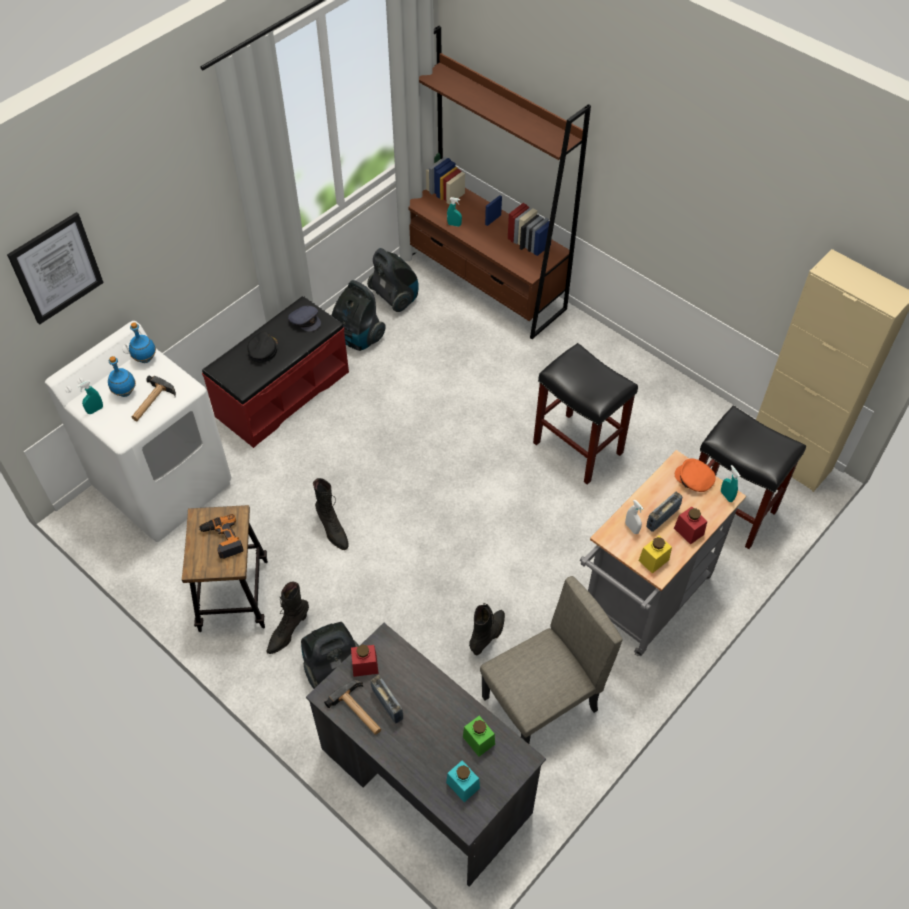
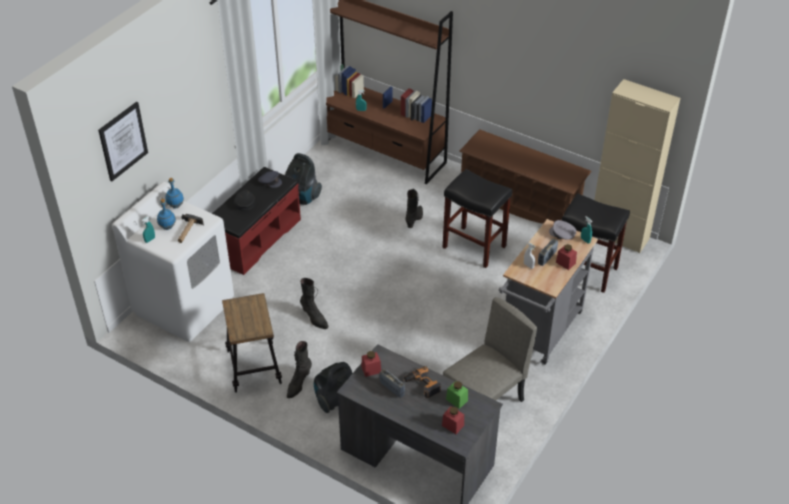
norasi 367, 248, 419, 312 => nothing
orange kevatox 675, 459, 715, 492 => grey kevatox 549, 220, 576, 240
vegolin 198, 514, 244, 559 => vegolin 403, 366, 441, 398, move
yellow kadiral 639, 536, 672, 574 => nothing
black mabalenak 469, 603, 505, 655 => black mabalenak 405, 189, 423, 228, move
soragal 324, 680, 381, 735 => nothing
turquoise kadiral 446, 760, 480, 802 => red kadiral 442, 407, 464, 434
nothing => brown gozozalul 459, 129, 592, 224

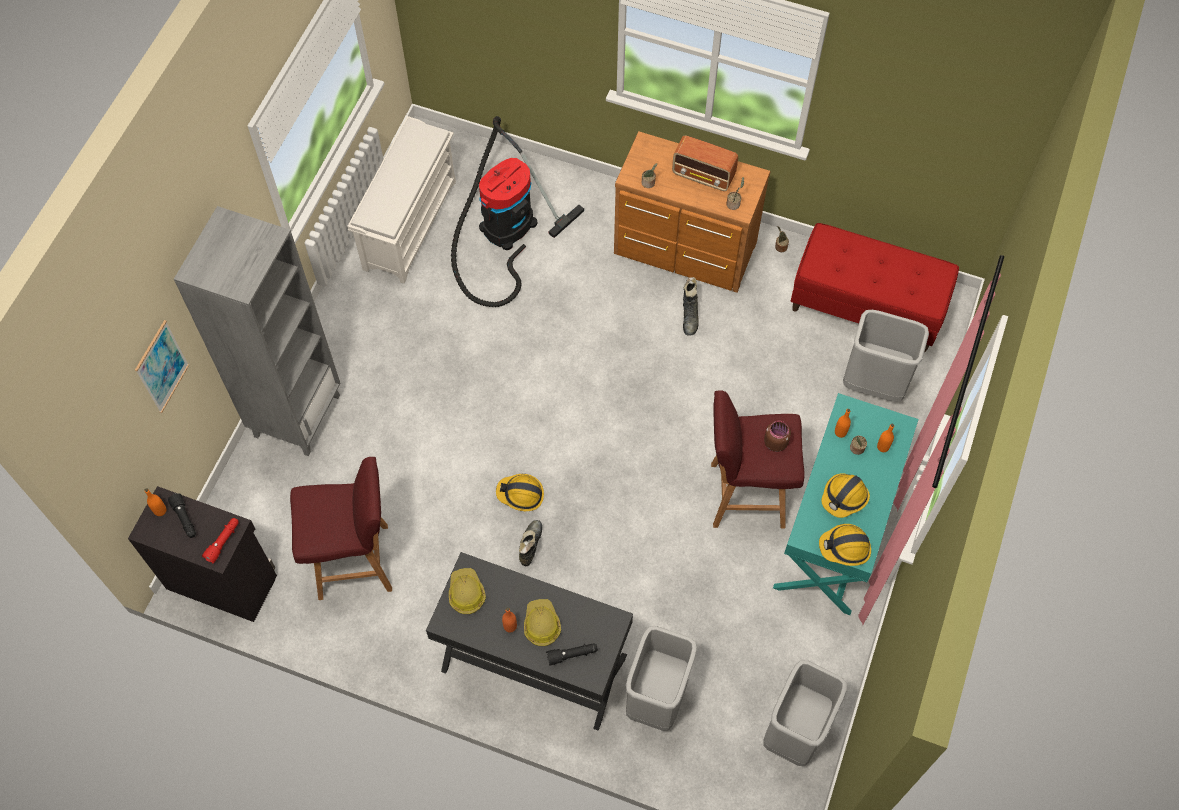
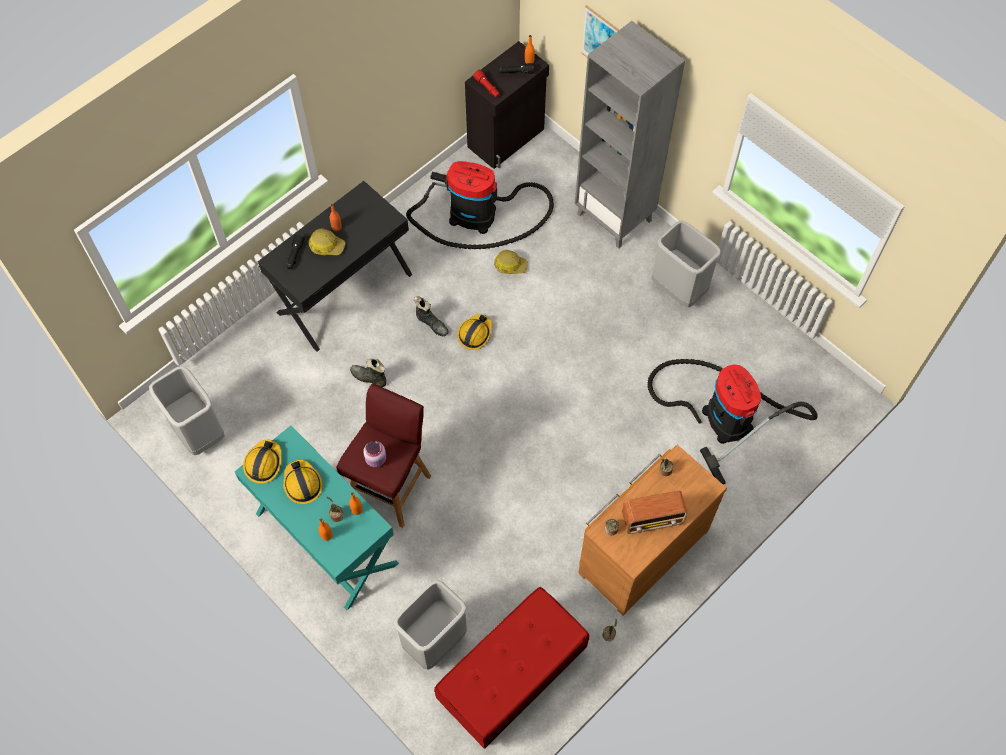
white gozozalul 347, 116, 456, 284 => nothing
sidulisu 672, 135, 738, 191 => sidulisu 622, 491, 687, 534, 150 degrees counterclockwise
black mabalenak 683, 277, 699, 336 => black mabalenak 350, 358, 386, 387, move
brown kadiral 764, 421, 791, 452 => pink kadiral 363, 441, 386, 468
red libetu 290, 457, 392, 600 => norasi 406, 161, 554, 249
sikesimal 449, 568, 486, 614 => sikesimal 494, 250, 528, 274, move
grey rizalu 626, 626, 697, 731 => grey rizalu 651, 220, 721, 308, move

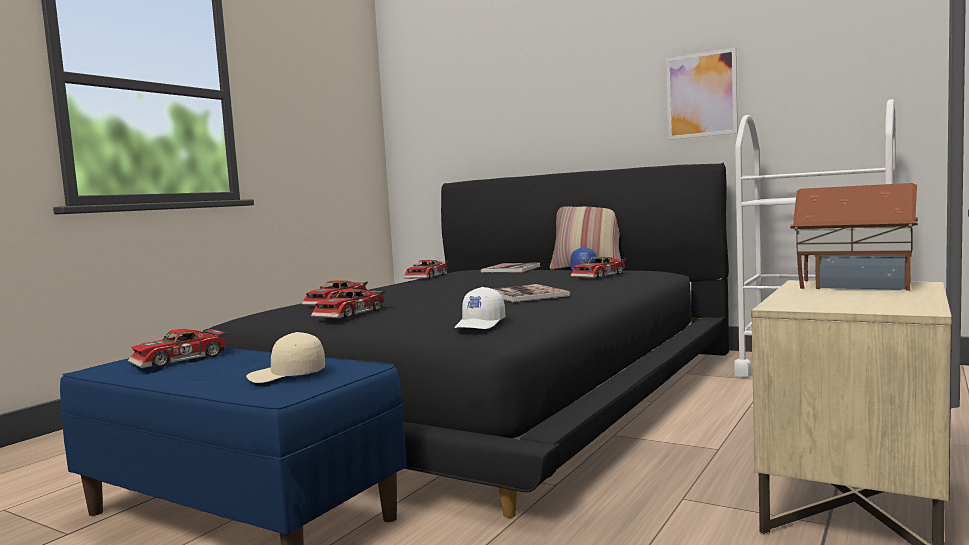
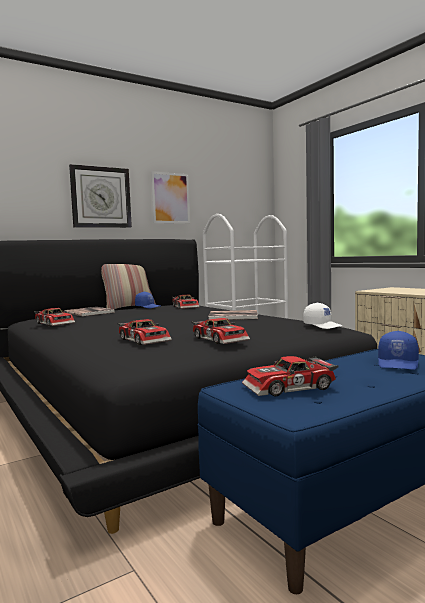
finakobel 790, 183, 918, 291 => nothing
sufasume 128, 328, 228, 368 => sufasume 242, 356, 339, 396, 90 degrees clockwise
beige kevatox 246, 332, 325, 383 => blue kevatox 378, 331, 419, 370
nothing => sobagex 69, 164, 132, 228

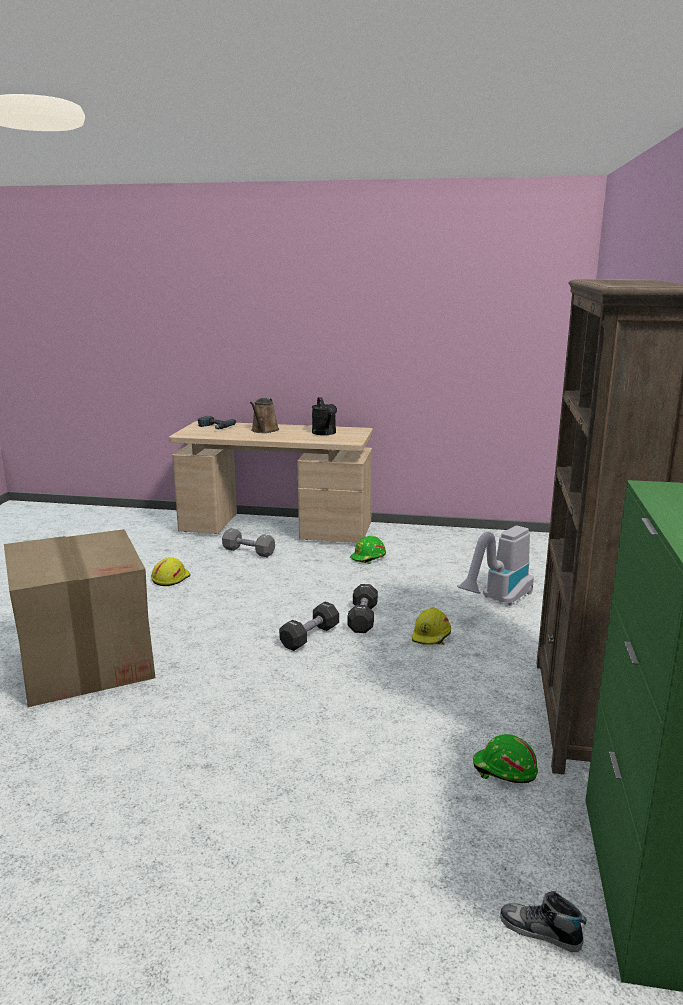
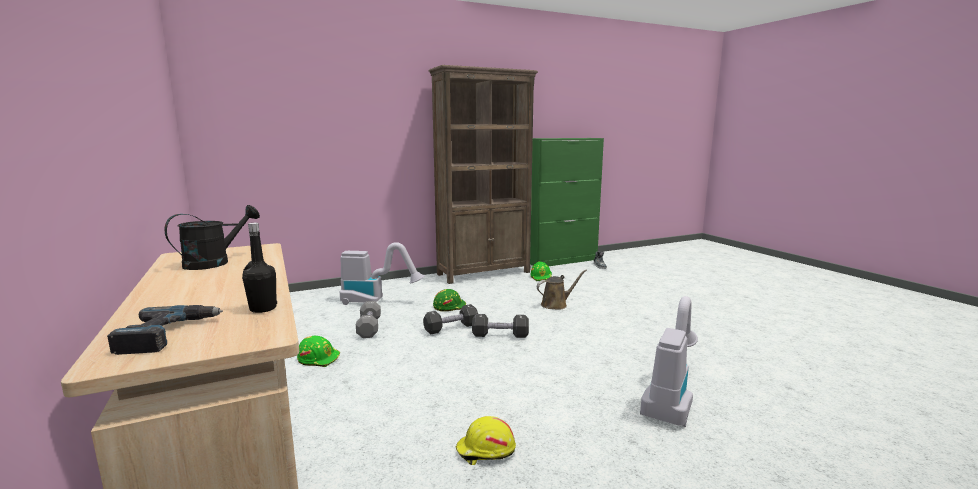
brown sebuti 250, 398, 279, 433 => brown sebuti 537, 270, 587, 310, move
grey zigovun 222, 528, 275, 557 => grey zigovun 356, 301, 381, 338, move
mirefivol 4, 529, 156, 707 => norasi 640, 296, 698, 427
yellow sikesimal 412, 608, 451, 645 => green sikesimal 433, 289, 466, 311
nothing => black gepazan 242, 223, 277, 313

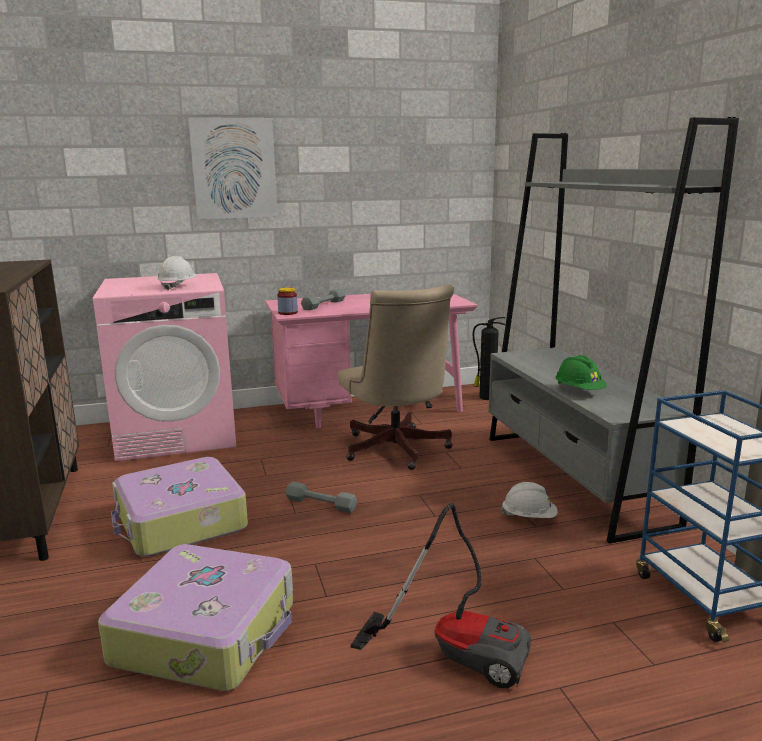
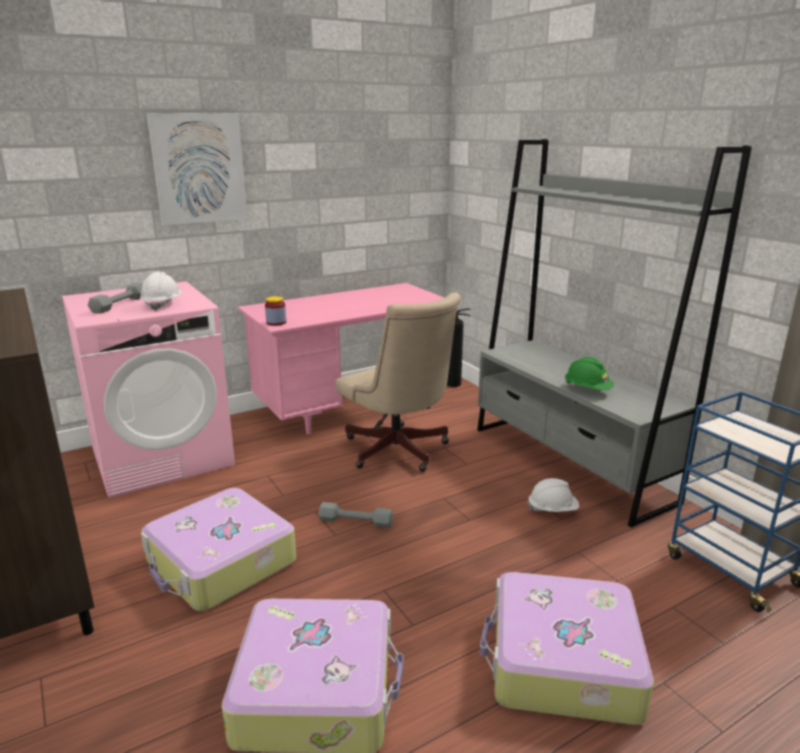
grey zigovun 301, 289, 346, 310 => grey zigovun 88, 283, 143, 314, move
norasi 350, 503, 531, 688 => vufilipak 480, 572, 654, 725

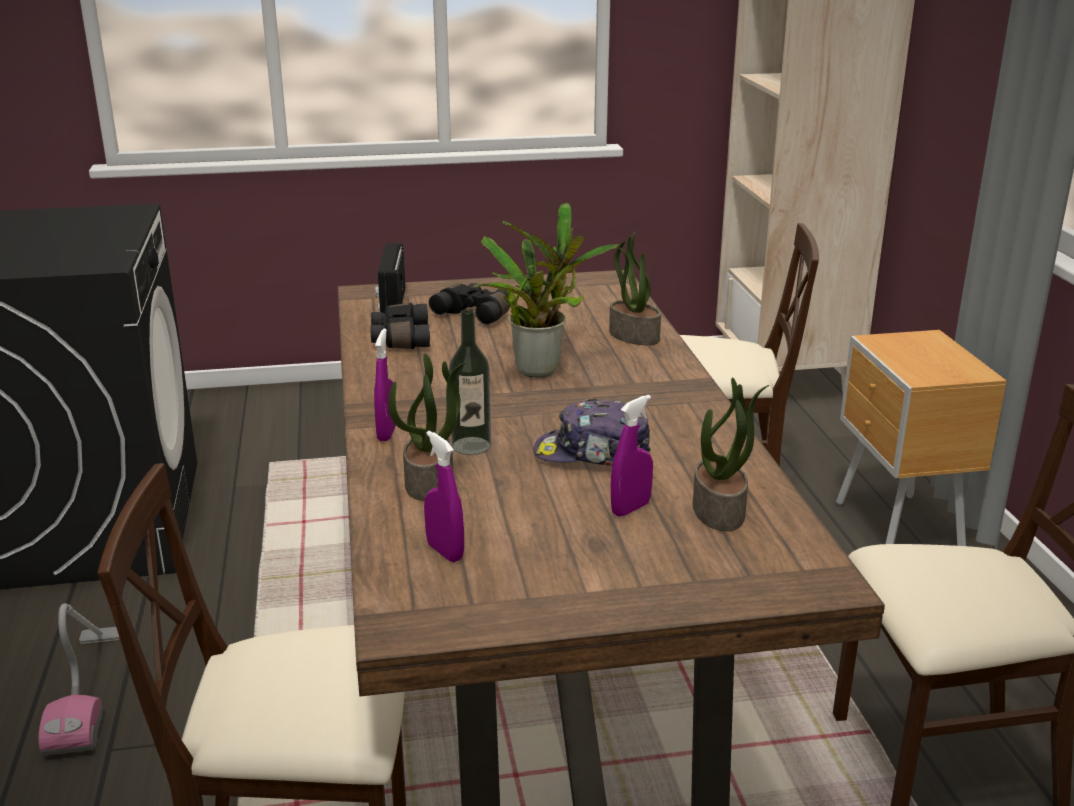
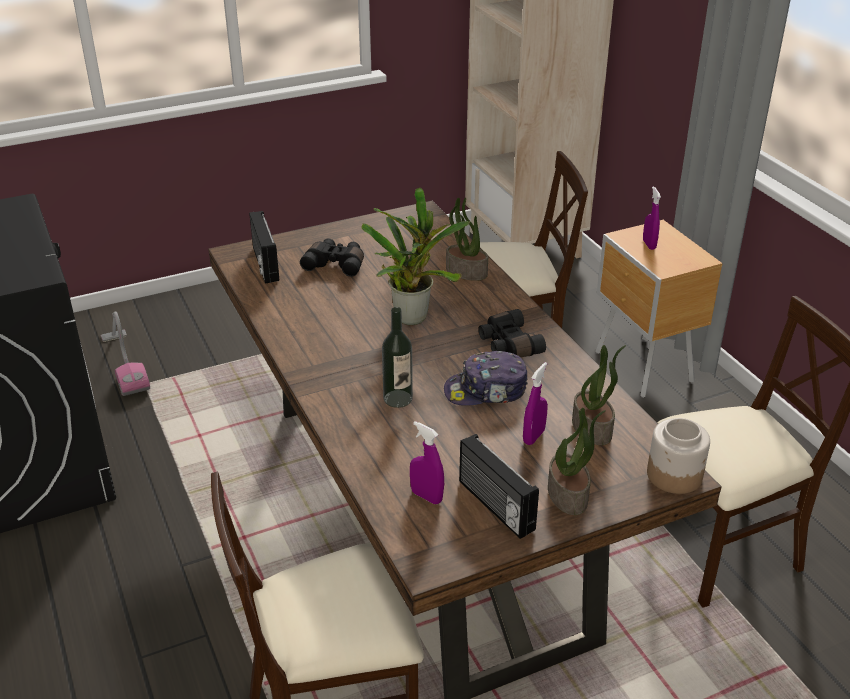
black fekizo 370, 303, 430, 349 => black fekizo 478, 309, 546, 357, move
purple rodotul 374, 329, 396, 441 => purple rodotul 643, 186, 661, 250, move
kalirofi 388, 353, 465, 501 => kalirofi 548, 408, 606, 515, move
norasi 38, 604, 120, 756 => norasi 101, 311, 150, 396, move
nothing => kadiral 647, 418, 710, 494
nothing => sidulisu 459, 434, 539, 539

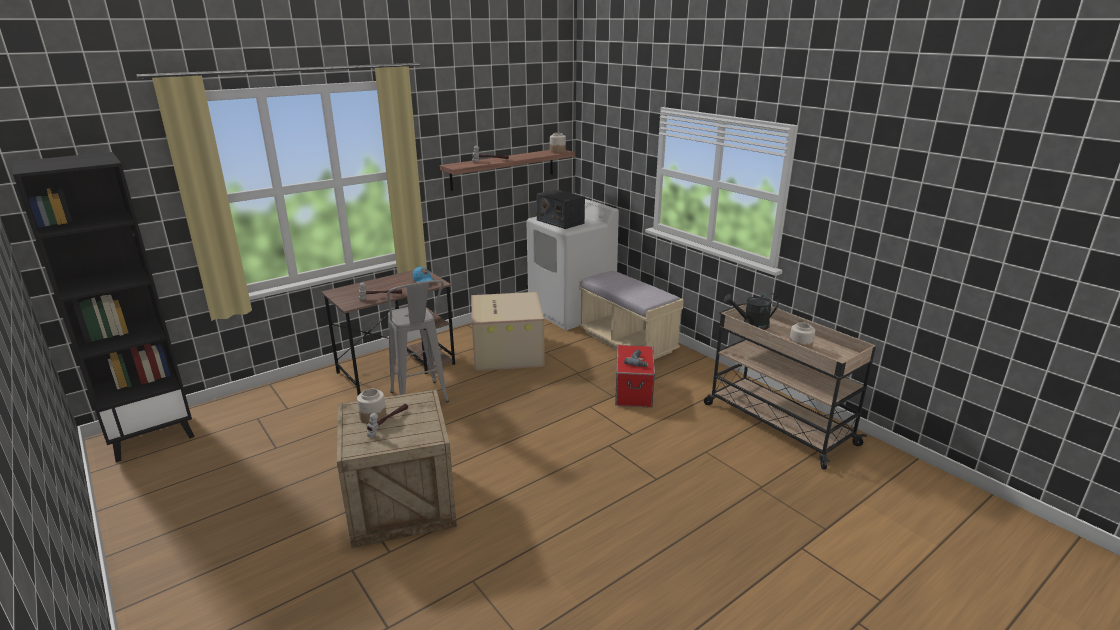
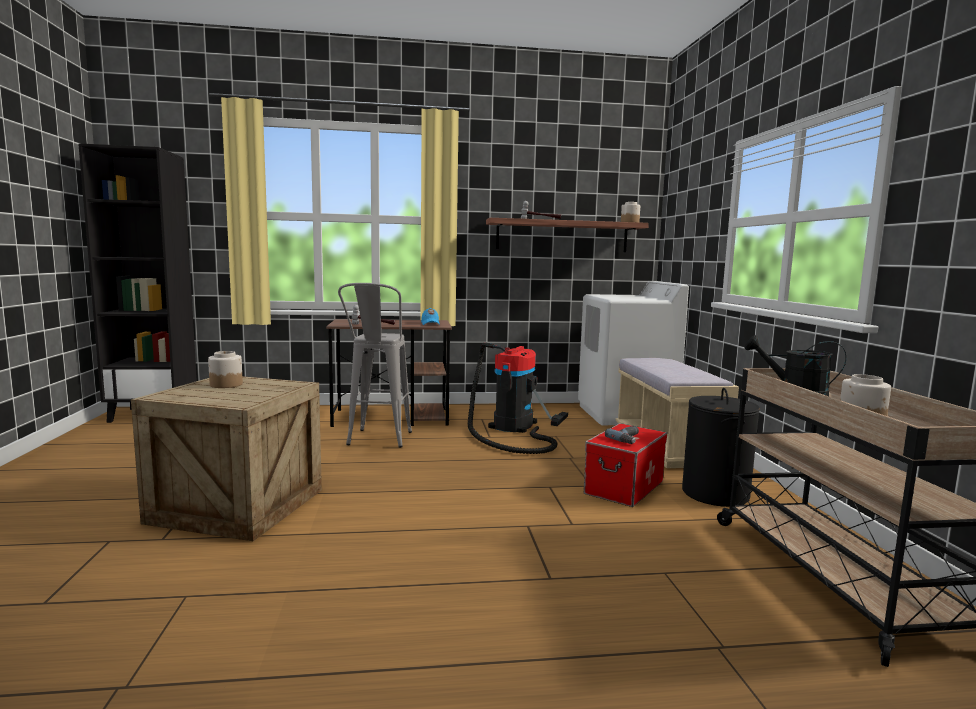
sidulisu 536, 189, 585, 229 => nothing
mirefivol 471, 292, 545, 371 => norasi 468, 343, 568, 454
soragal 367, 404, 408, 438 => nothing
nothing => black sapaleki 682, 388, 760, 507

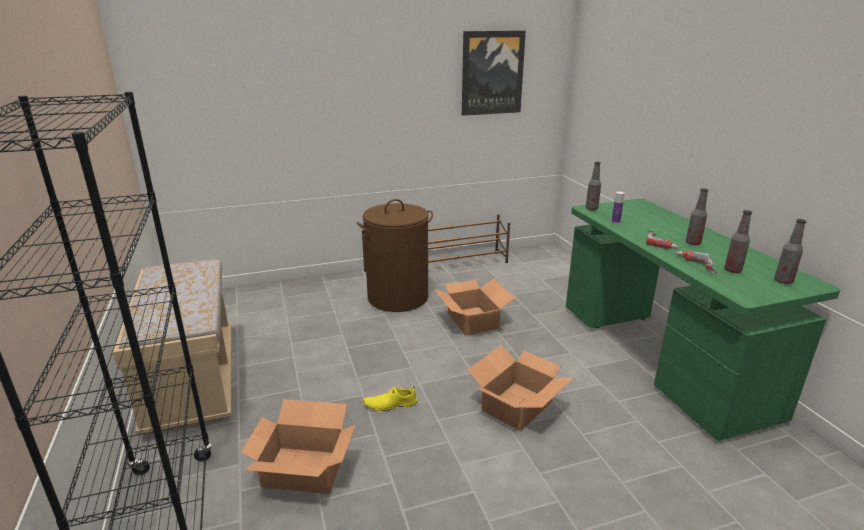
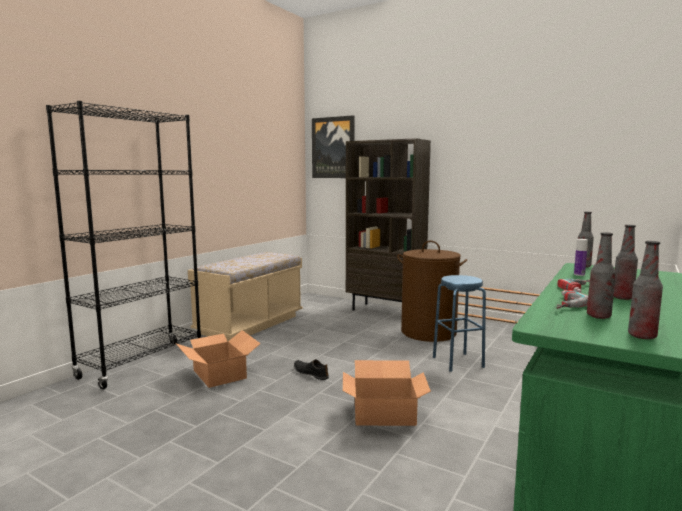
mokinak 462, 31, 526, 116 => mokinak 312, 115, 354, 178, move
mirefivol 434, 278, 515, 336 => blue libetu 433, 275, 486, 372
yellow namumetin 363, 386, 417, 411 => black namumetin 294, 359, 329, 380
nothing => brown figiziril 346, 138, 431, 311

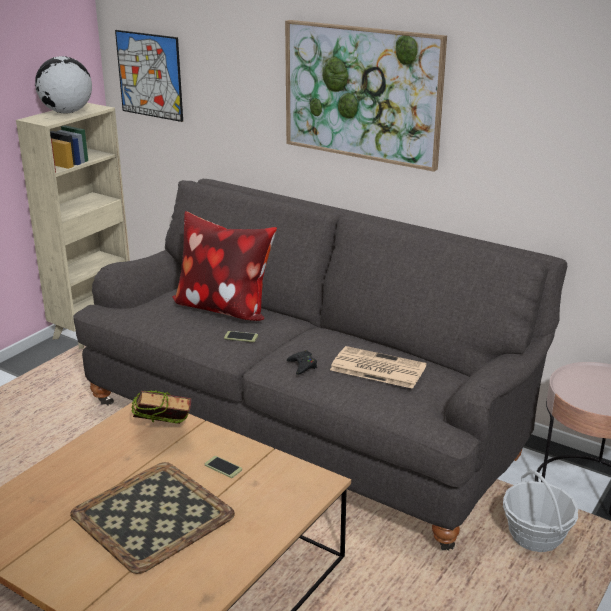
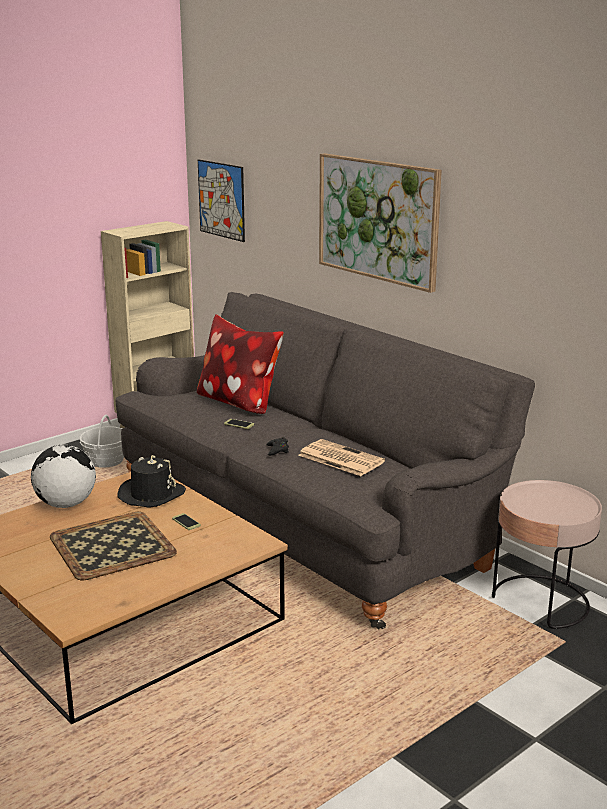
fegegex 35, 56, 92, 114 => fegegex 31, 445, 96, 508, move
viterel 131, 390, 191, 424 => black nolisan 117, 455, 186, 508
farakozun 503, 470, 578, 552 => farakozun 80, 415, 124, 468, move

